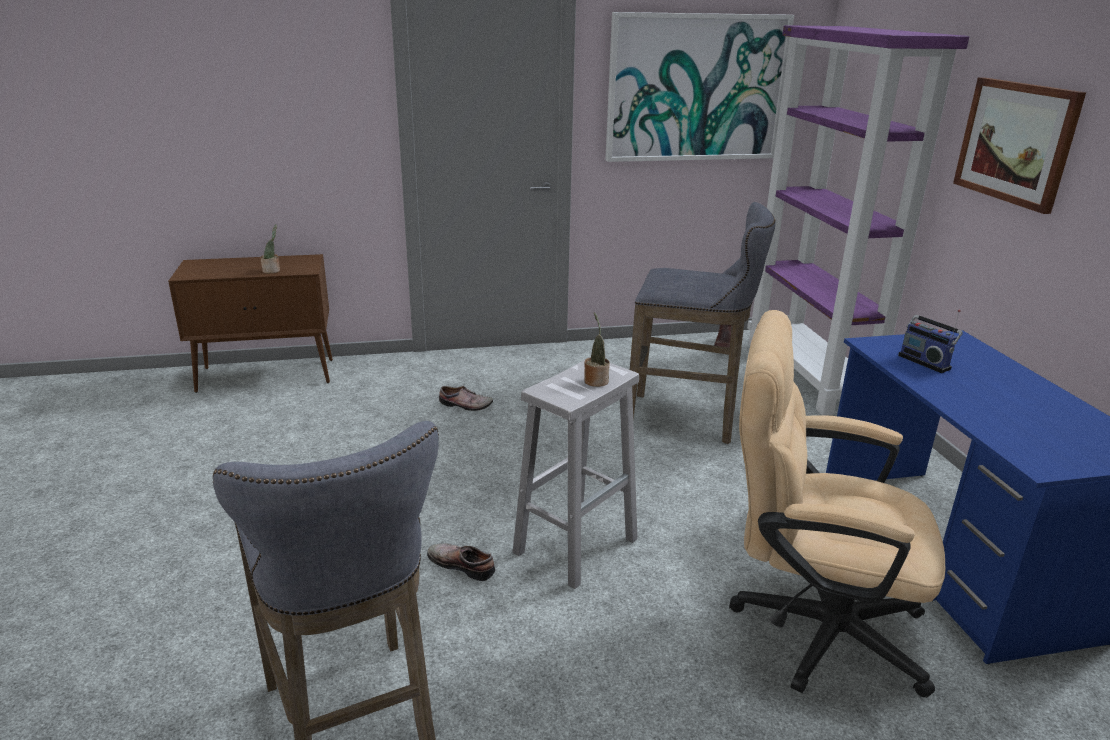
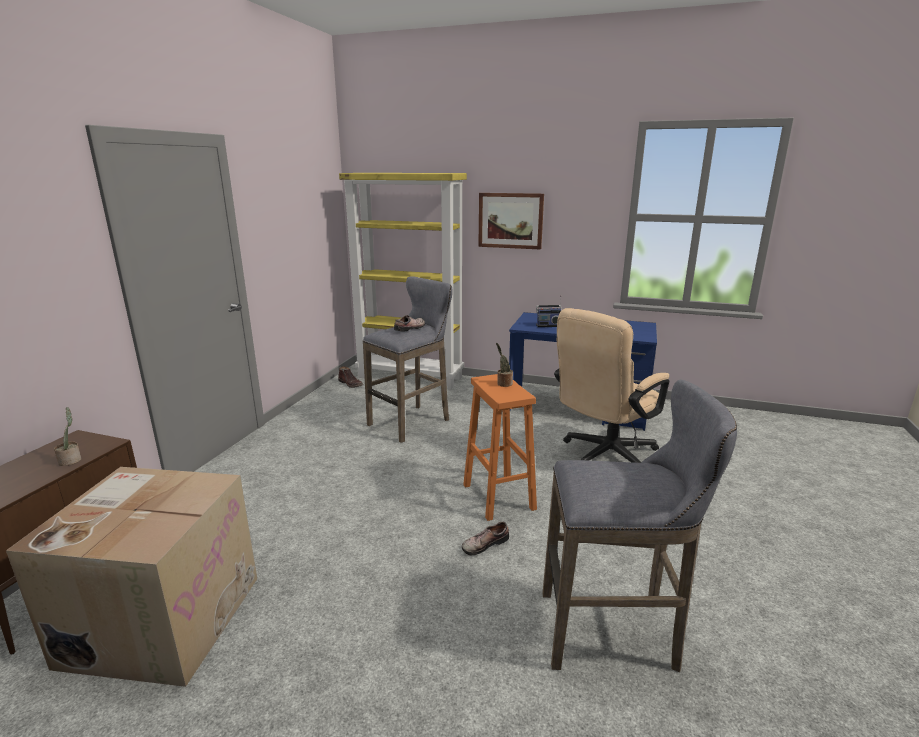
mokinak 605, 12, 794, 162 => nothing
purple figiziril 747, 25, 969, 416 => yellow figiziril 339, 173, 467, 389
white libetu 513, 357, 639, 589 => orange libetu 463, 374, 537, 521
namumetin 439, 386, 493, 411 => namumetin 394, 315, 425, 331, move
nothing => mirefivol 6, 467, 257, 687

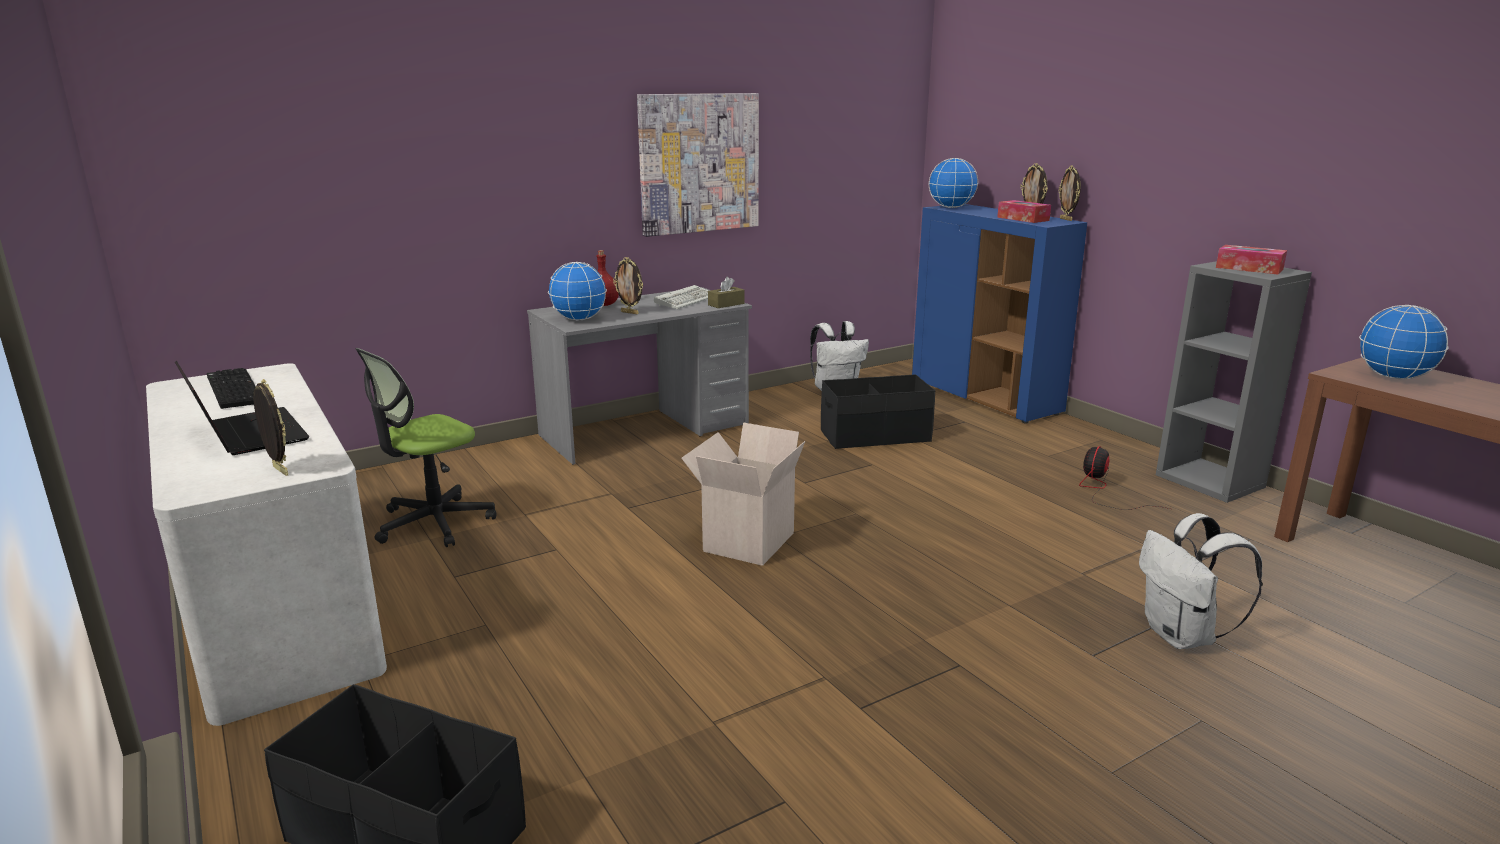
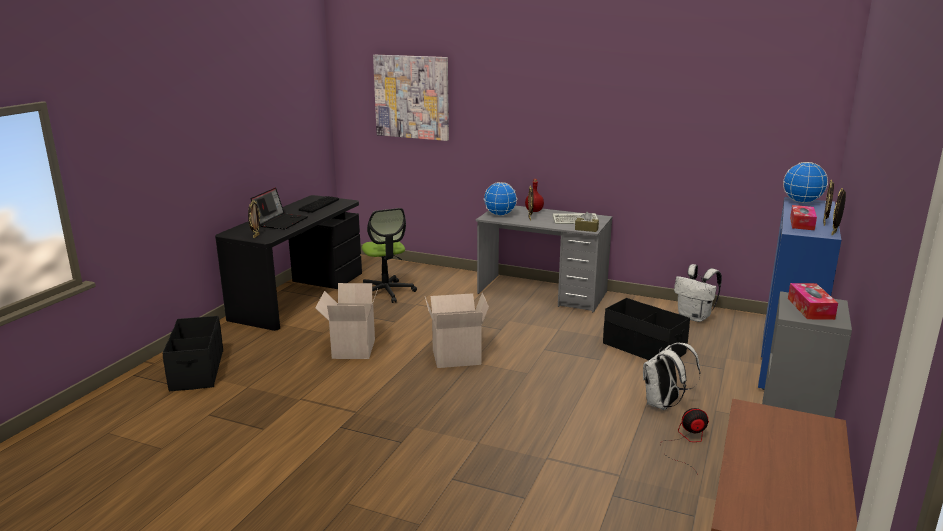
mokinak 637, 93, 759, 237 => mokinak 373, 55, 449, 141, move
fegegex 1359, 305, 1449, 380 => nothing
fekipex 355, 348, 496, 547 => fekipex 362, 208, 417, 303, 120 degrees counterclockwise
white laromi 146, 363, 387, 726 => black laromi 215, 195, 362, 331
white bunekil 1139, 513, 1263, 649 => white bunekil 643, 343, 700, 410, move
nothing => mirefivol 315, 283, 378, 359

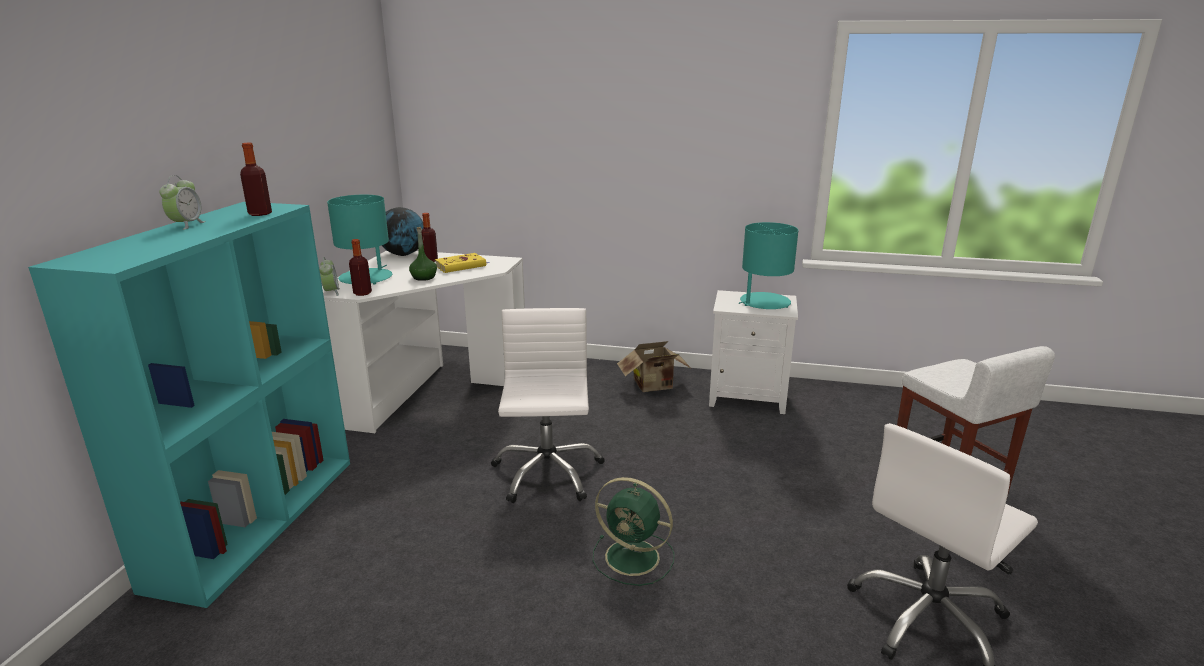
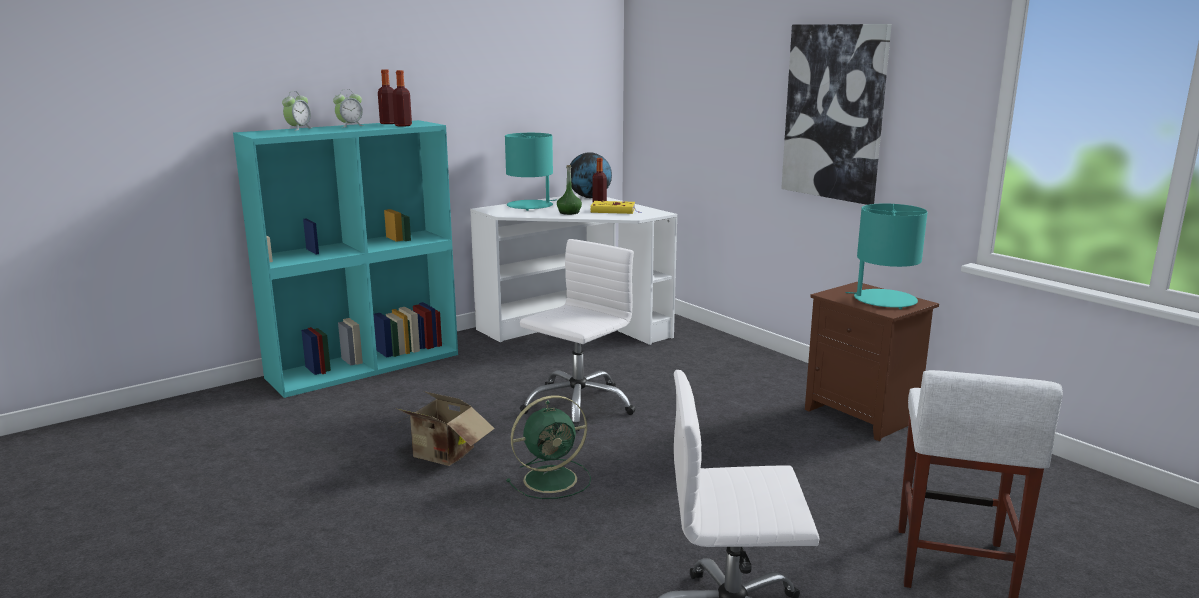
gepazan 349, 239, 372, 296 => gepazan 378, 69, 394, 124, move
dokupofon 319, 257, 340, 296 => dokupofon 282, 91, 311, 131, move
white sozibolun 709, 290, 798, 414 => brown sozibolun 805, 282, 939, 441
mirefivol 617, 341, 690, 392 => mirefivol 392, 391, 495, 466, move
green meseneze 593, 477, 674, 586 => green meseneze 506, 395, 591, 499, 90 degrees counterclockwise
nothing => mokinak 781, 24, 892, 205

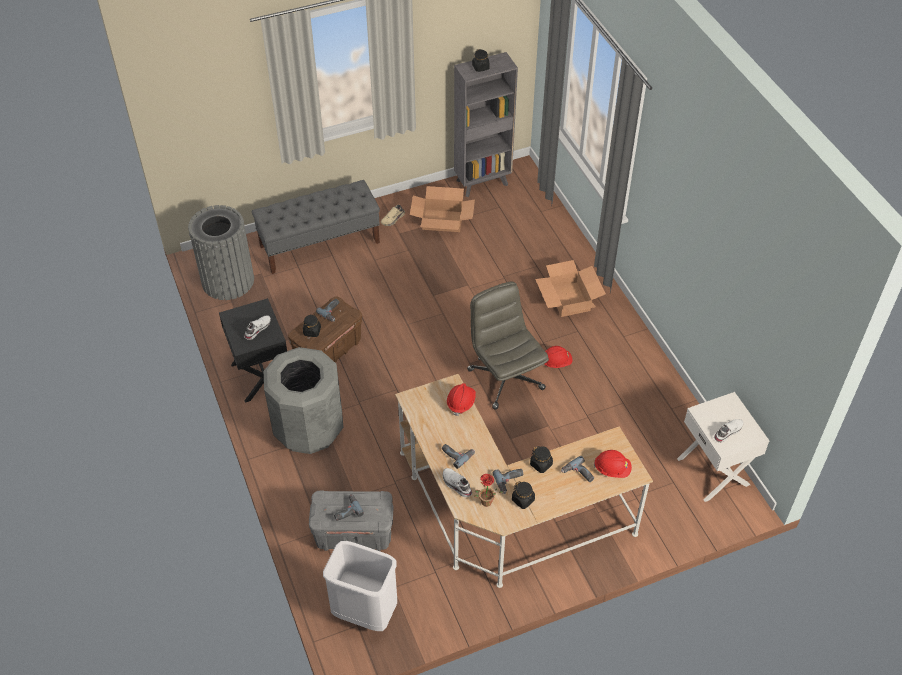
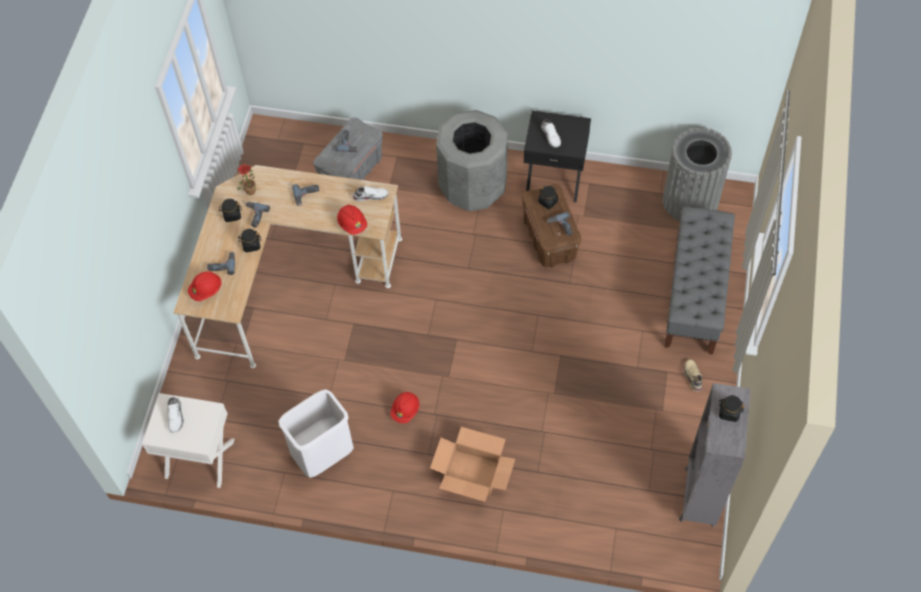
mirefivol 410, 186, 475, 232 => nothing
grey fekipex 467, 281, 549, 409 => nothing
white namumetin 443, 468, 472, 497 => white namumetin 353, 186, 388, 201, move
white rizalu 323, 541, 397, 631 => white rizalu 278, 389, 354, 478, move

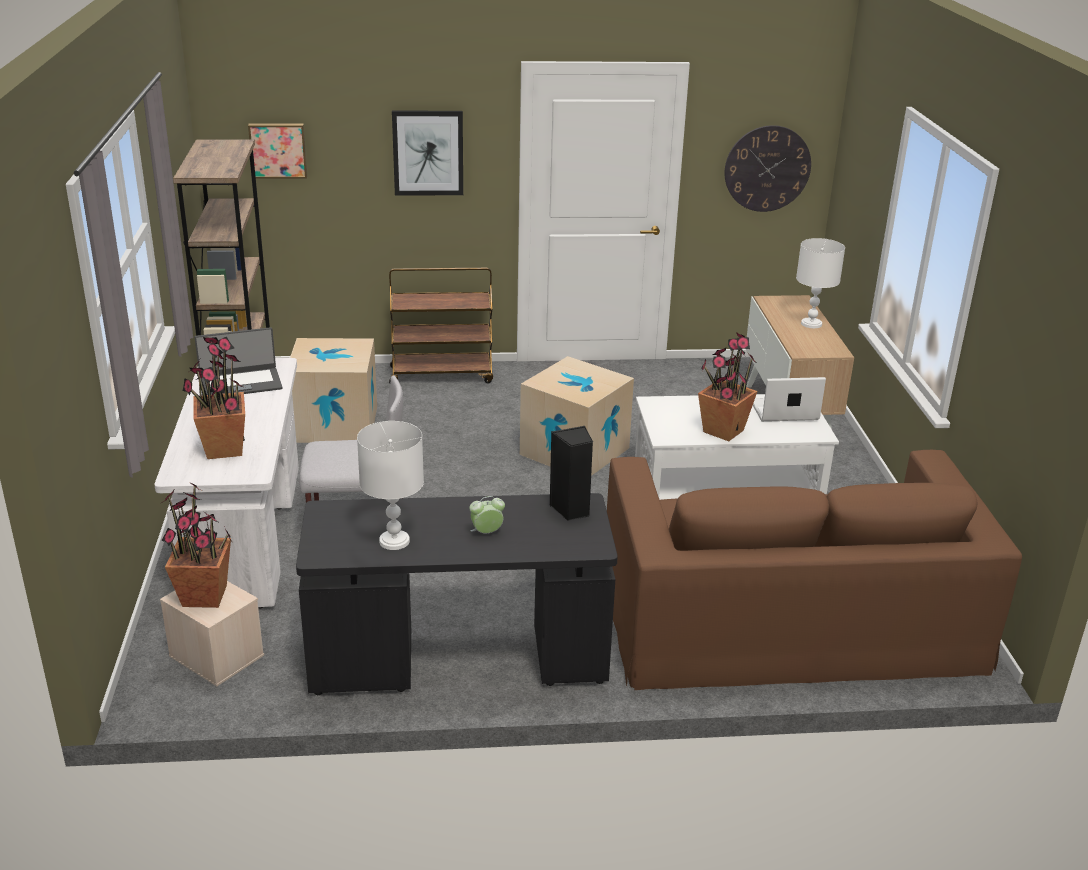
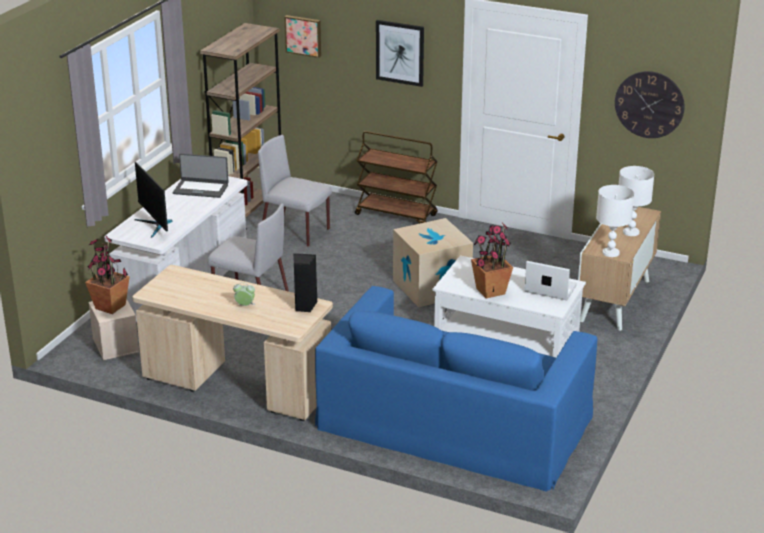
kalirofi 183, 337, 245, 459 => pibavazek 134, 162, 173, 238
mirefivol 290, 338, 377, 443 => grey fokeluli 258, 135, 332, 247
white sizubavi 357, 421, 424, 550 => white sizubavi 596, 185, 634, 257, move
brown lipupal 607, 450, 1022, 690 => blue lipupal 315, 286, 597, 492
black laromi 296, 493, 618, 695 => beige laromi 132, 265, 333, 421

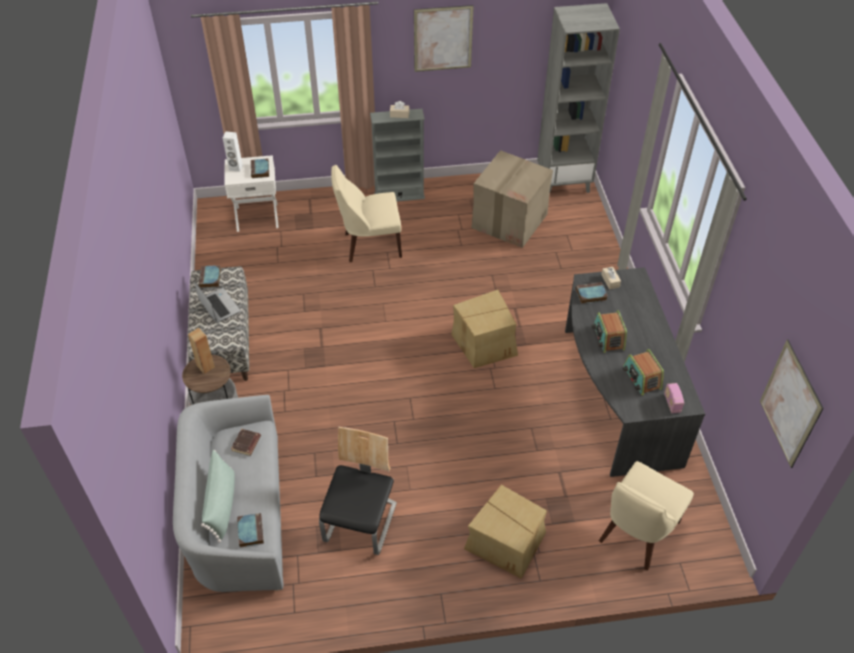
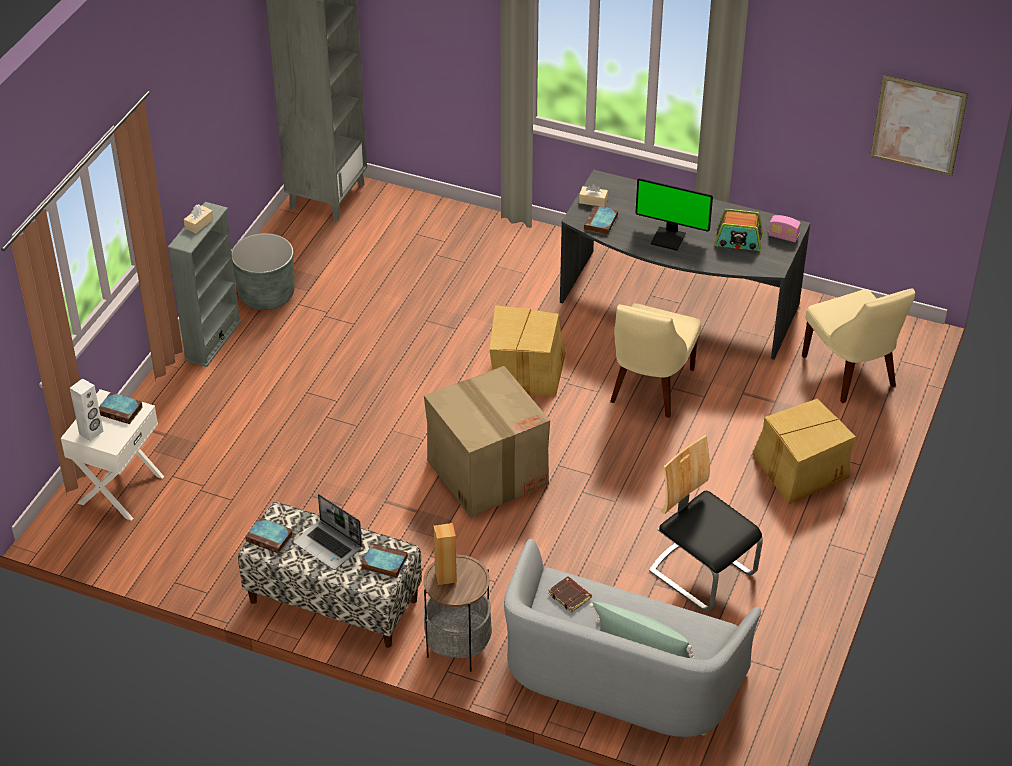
mokinak 414, 5, 474, 72 => nothing
mirefivol 471, 150, 553, 248 => mirefivol 424, 366, 550, 517, move
beige fokeluli 331, 165, 402, 262 => beige fokeluli 610, 303, 701, 418, move
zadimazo 194, 281, 241, 323 => zadimazo 293, 494, 362, 570, 135 degrees counterclockwise
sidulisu 592, 310, 627, 353 => pibavazek 636, 178, 713, 251
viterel 237, 513, 264, 547 => viterel 361, 543, 408, 578, move
nothing => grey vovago 232, 233, 295, 310

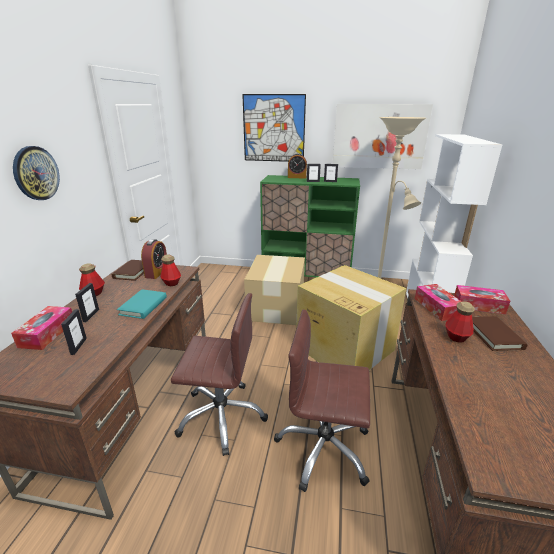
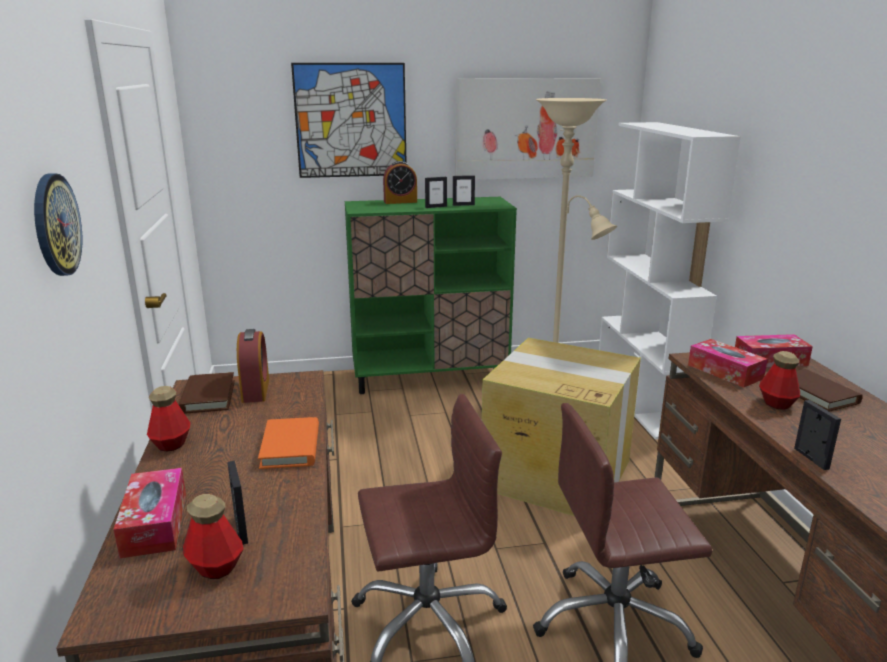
gepazan 160, 254, 181, 286 => gepazan 183, 494, 244, 579, move
mirefivol 244, 255, 305, 325 => nothing
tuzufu 75, 283, 99, 322 => tuzufu 794, 400, 841, 470, move
turquoise viterel 117, 289, 167, 319 => orange viterel 258, 417, 319, 469

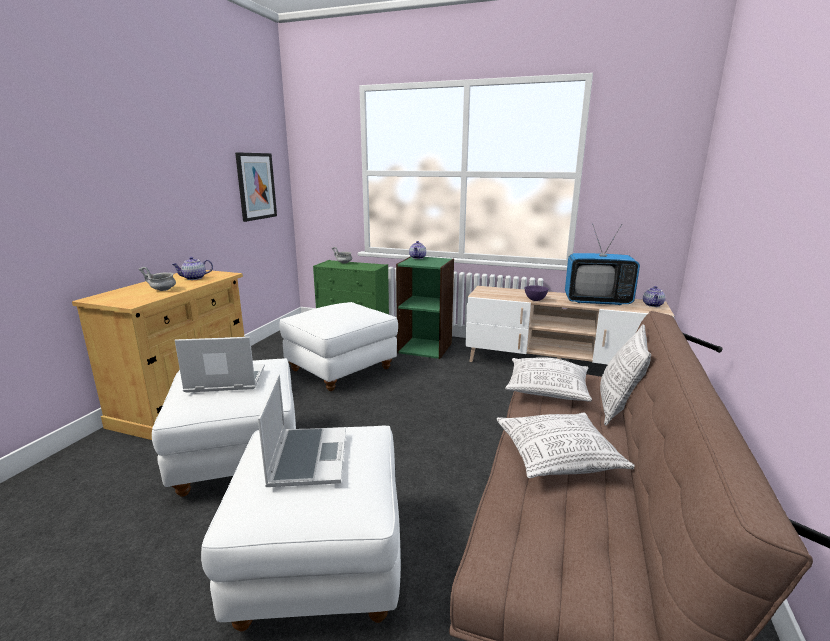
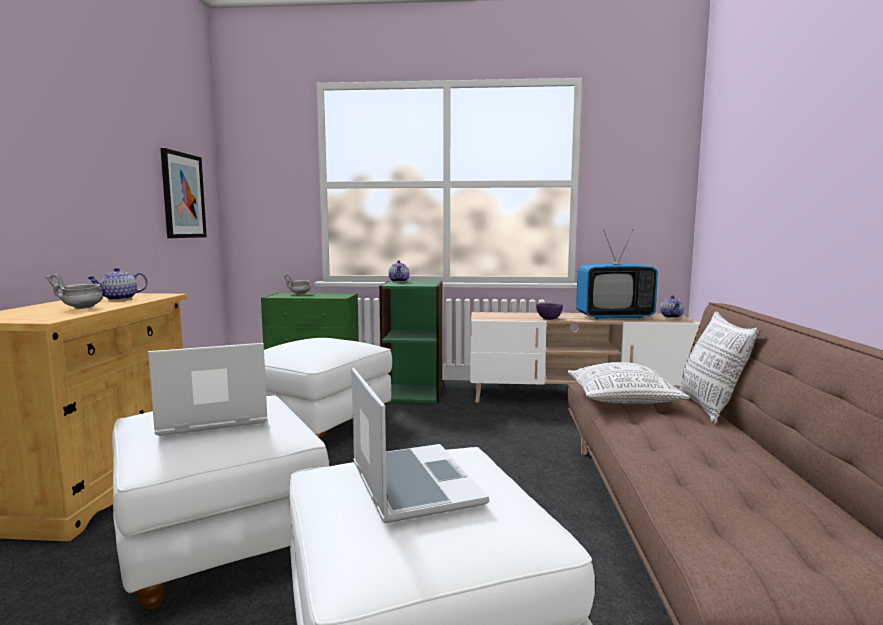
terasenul 496, 412, 635, 478 => nothing

